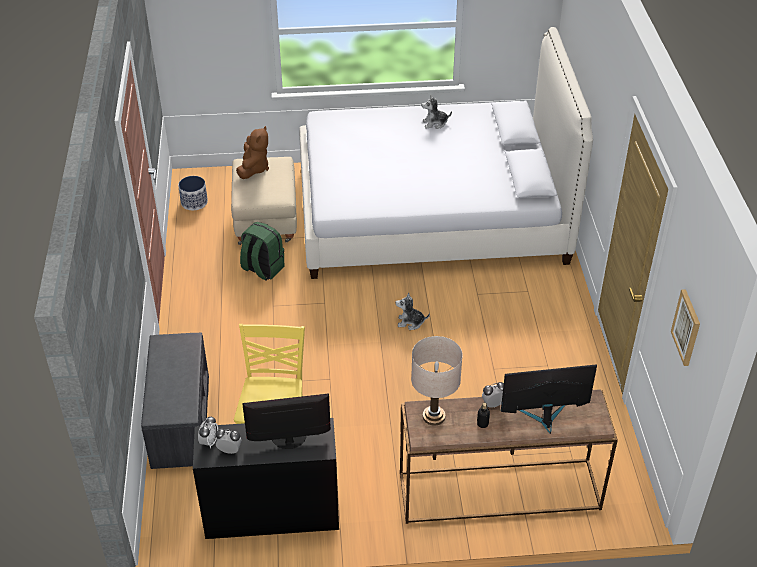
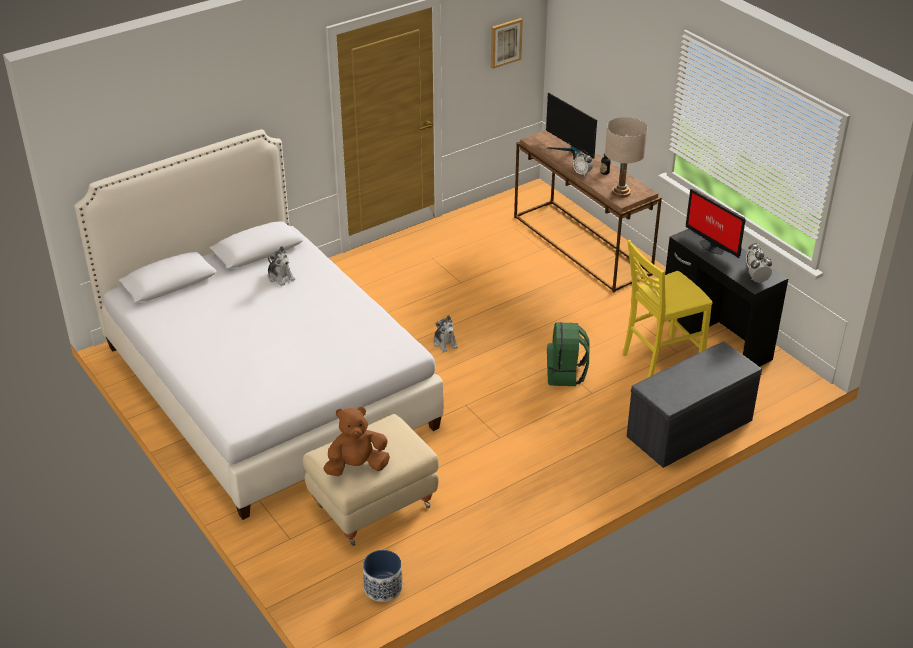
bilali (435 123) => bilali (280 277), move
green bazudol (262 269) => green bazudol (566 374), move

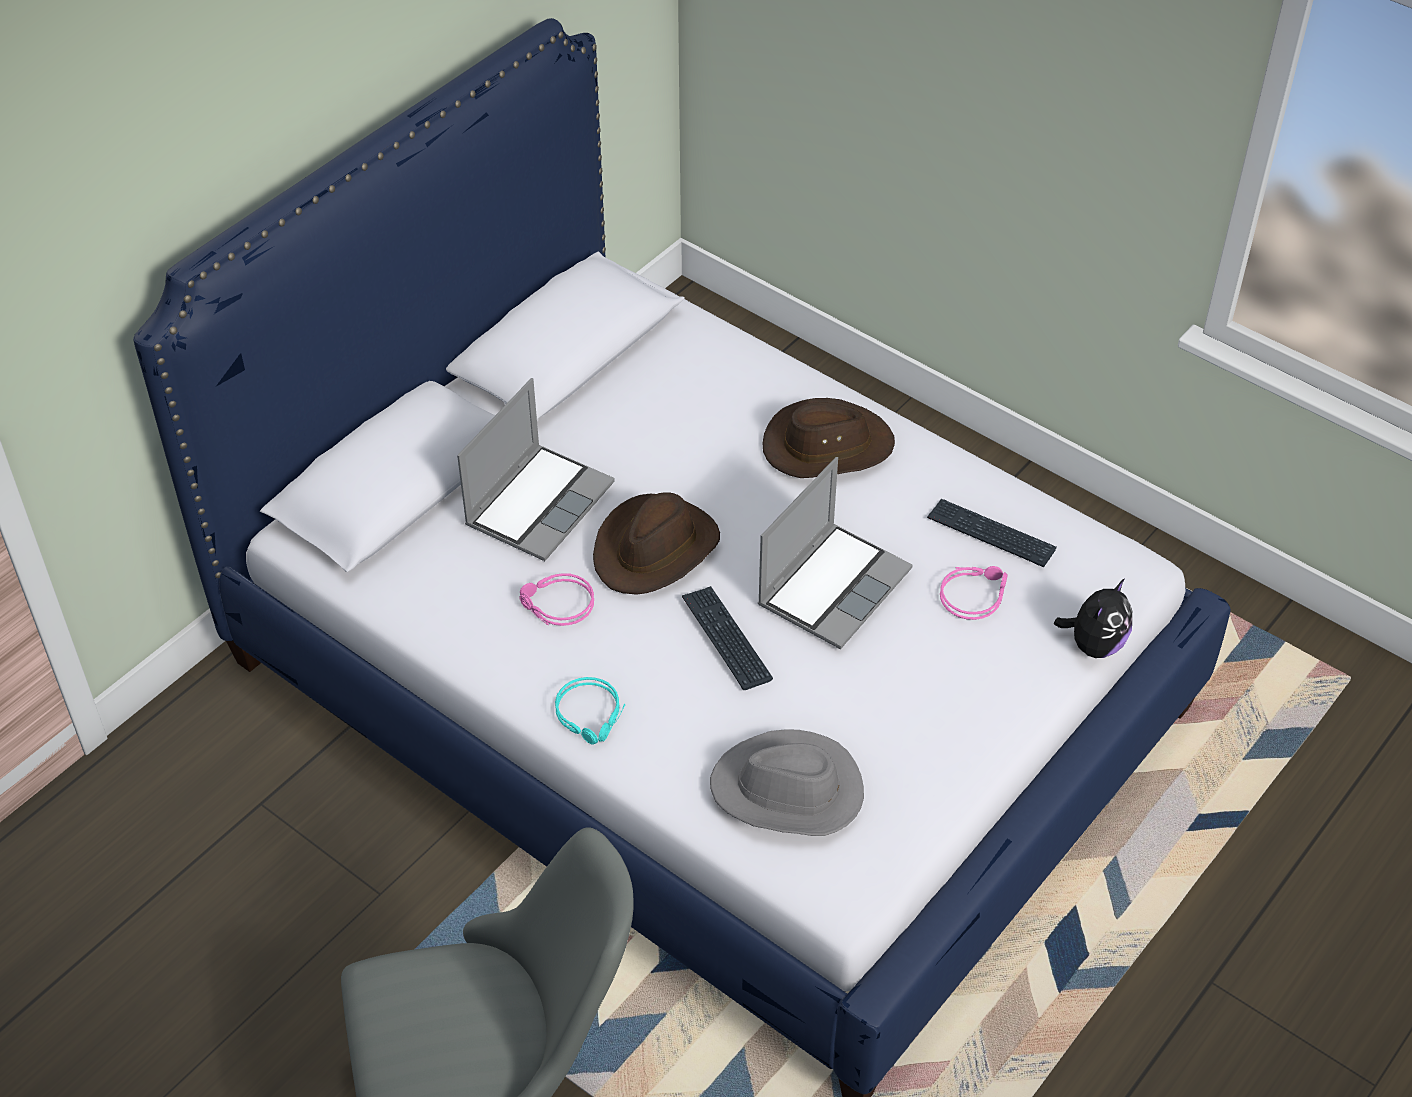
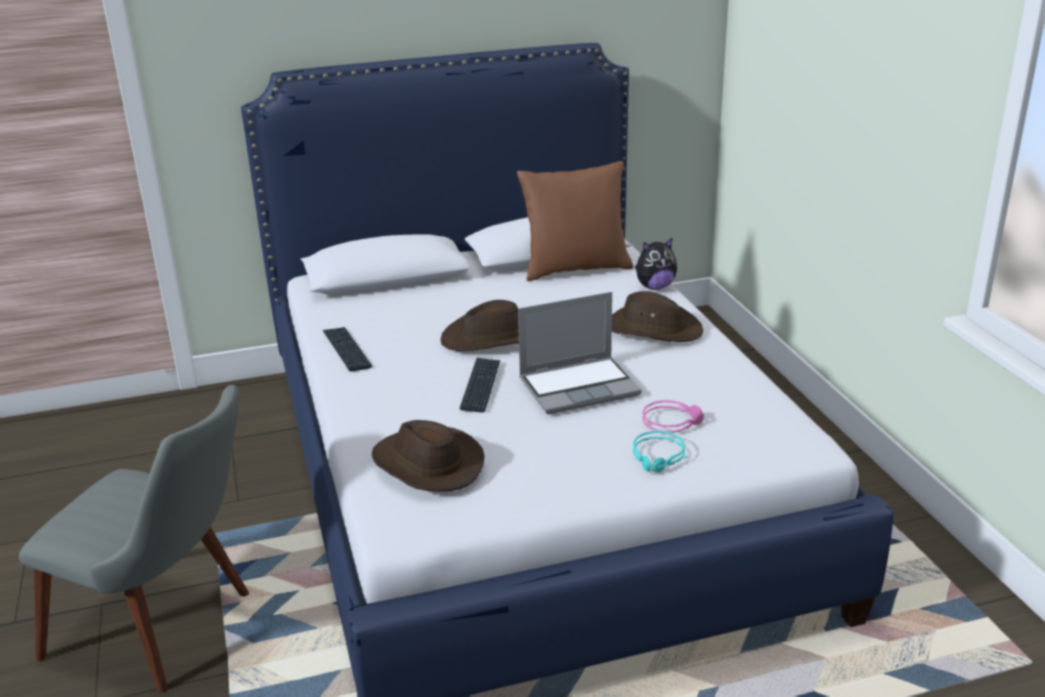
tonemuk (539 503) => nothing
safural (991 534) => safural (346 350), move
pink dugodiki (556 606) => nothing
bilali (1094 644) => bilali (654 287), move
turquoise dugodiki (591 715) => turquoise dugodiki (659 457), move
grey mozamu (788 791) => brown mozamu (426 464)
nothing => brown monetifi (576 269)

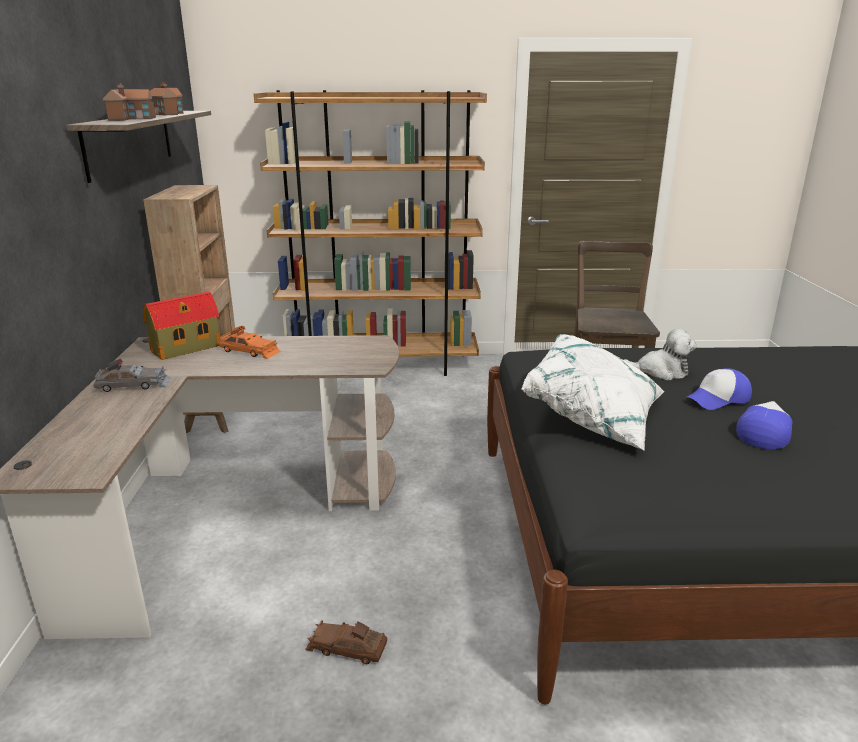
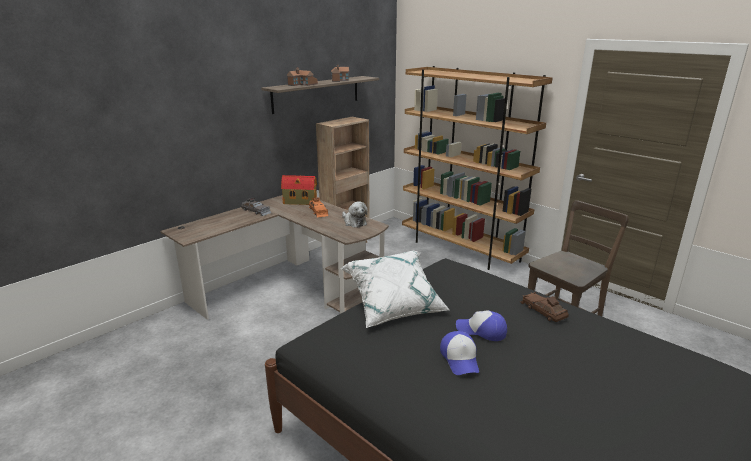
bilali (660 371) => bilali (354 222), move
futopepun (764 432) => futopepun (460 359), 90 degrees clockwise
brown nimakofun (346 648) => brown nimakofun (542 311), move

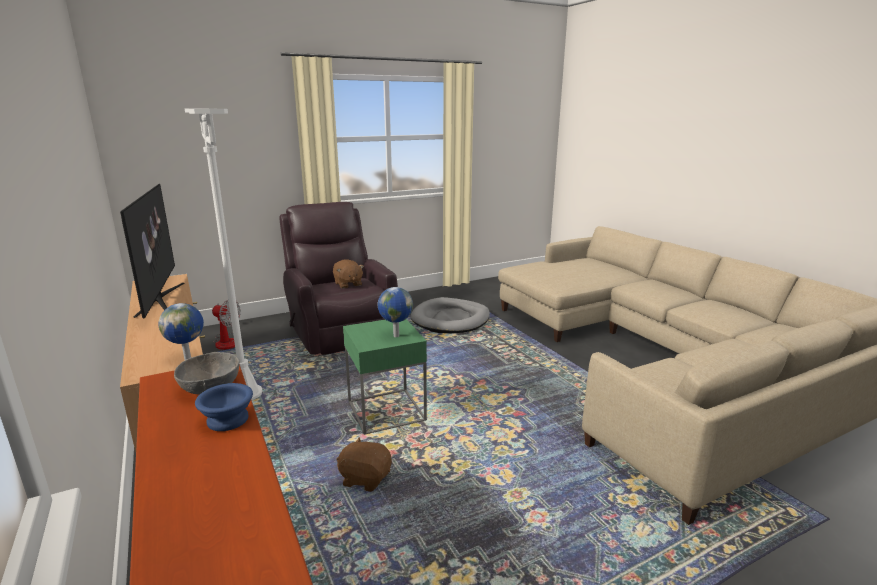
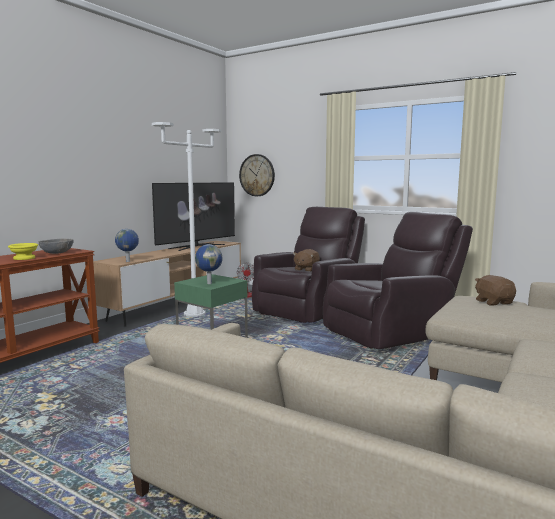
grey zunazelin (450 319) => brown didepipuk (391 332)
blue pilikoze (229 419) => yellow pilikoze (25 258)
brown bilali (365 478) => brown bilali (494 302), move
nothing => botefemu (257 175)

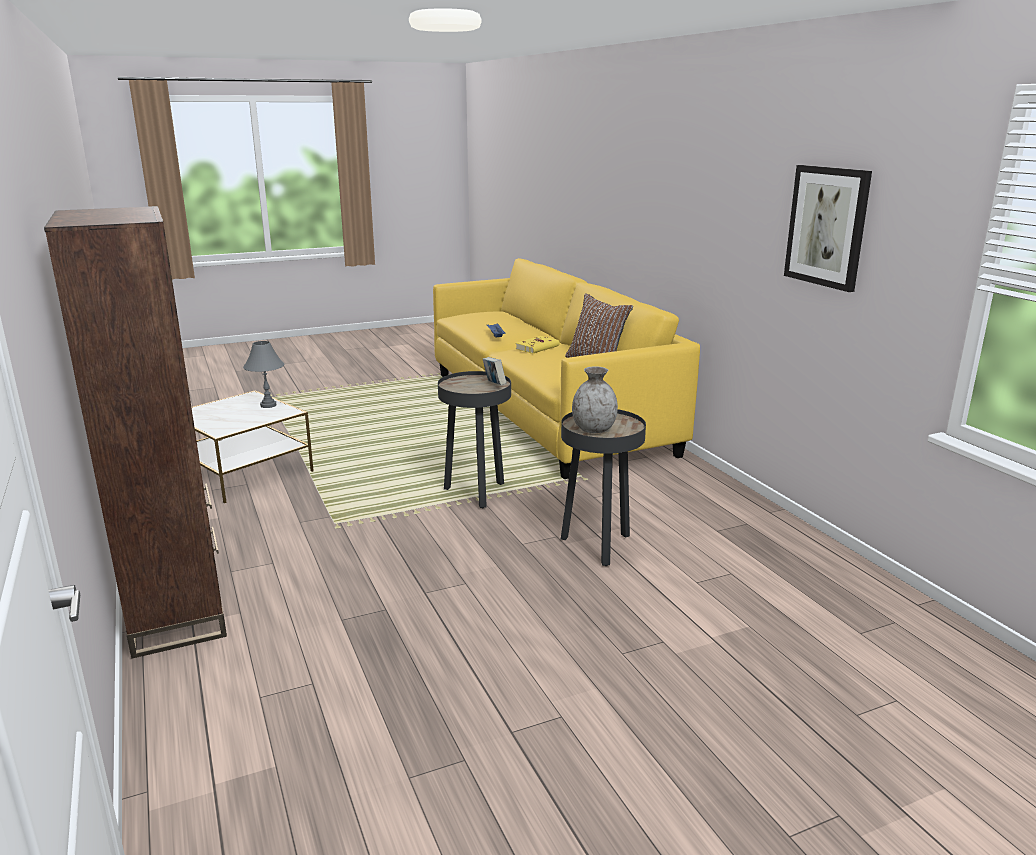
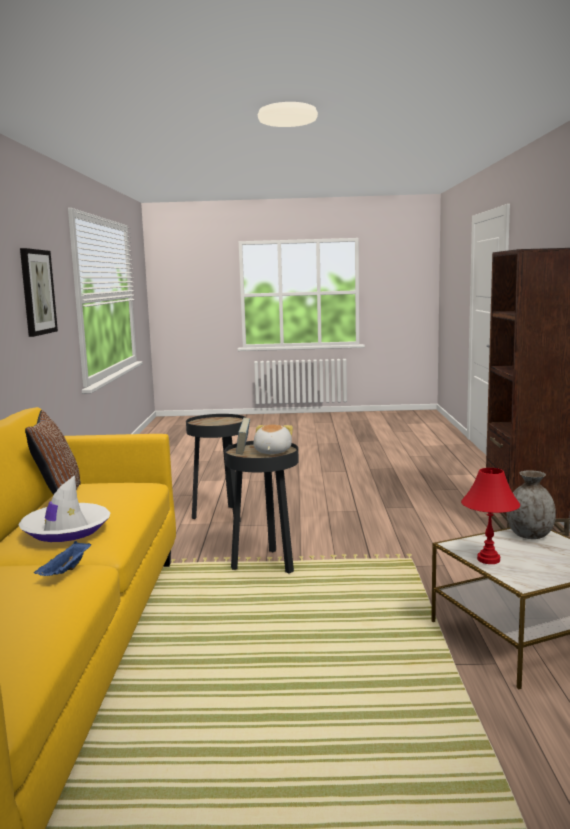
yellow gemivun (538 347) => white mozamu (66 530)
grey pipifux (268 405) => red pipifux (488 560)
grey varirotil (594 429) => grey varirotil (529 535), move
nothing => bilali (271 452)

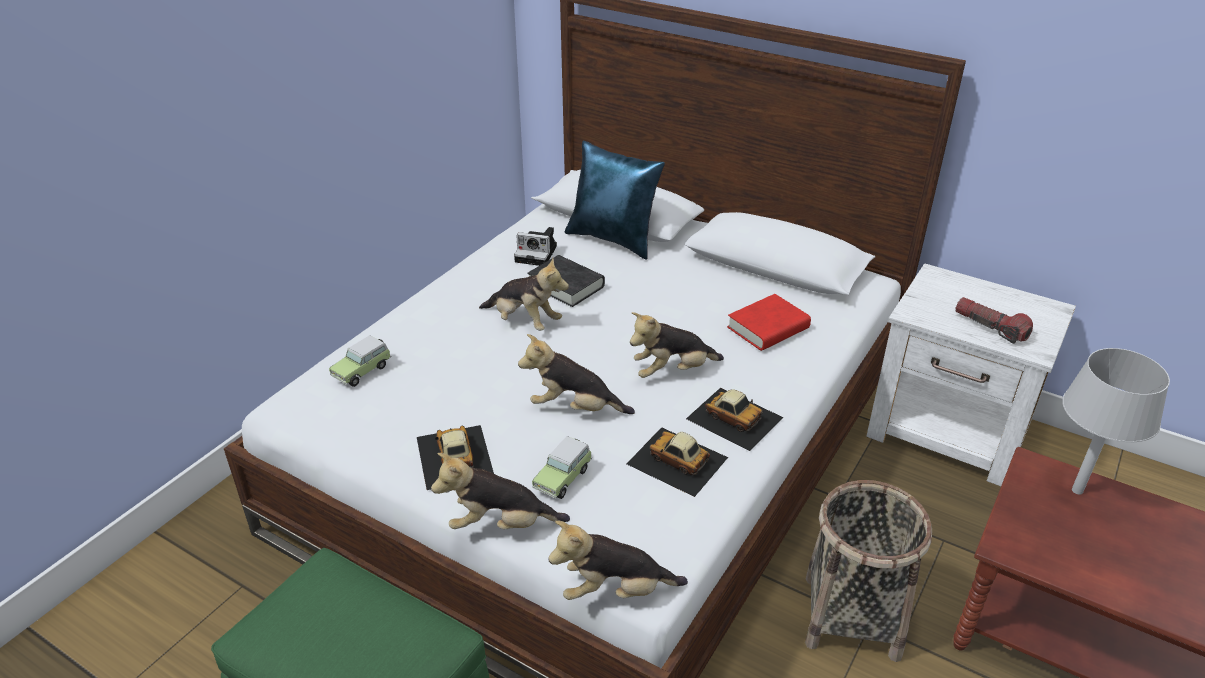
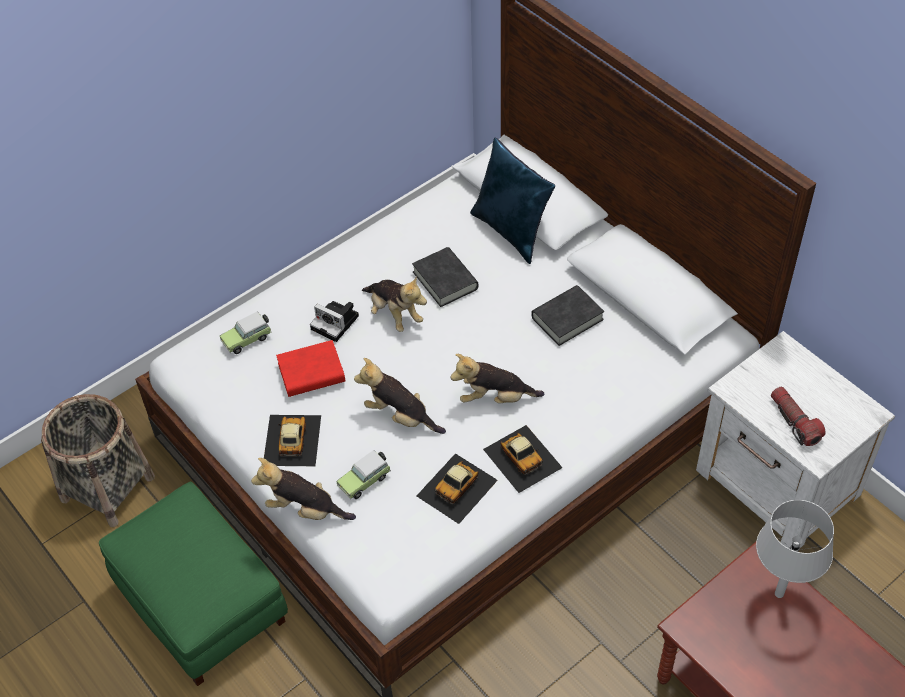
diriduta (538 254) => diriduta (336 323), move
red gemivun (768 328) => red gemivun (311 373), move
nimakofun (677 461) => nimakofun (457 488), 105 degrees counterclockwise
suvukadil (852 617) => suvukadil (108 488), move
bilali (615 591) => nothing
nothing => black gemivun (567 319)

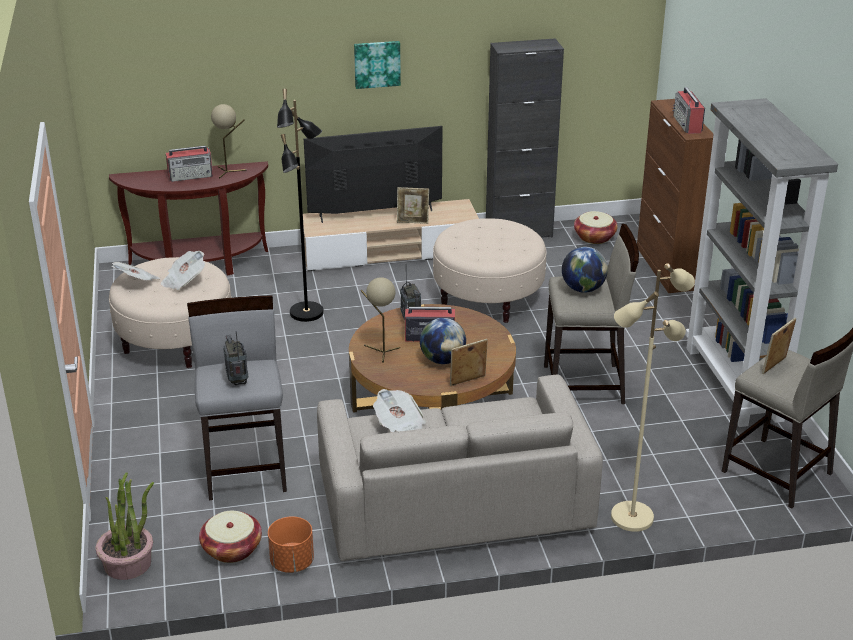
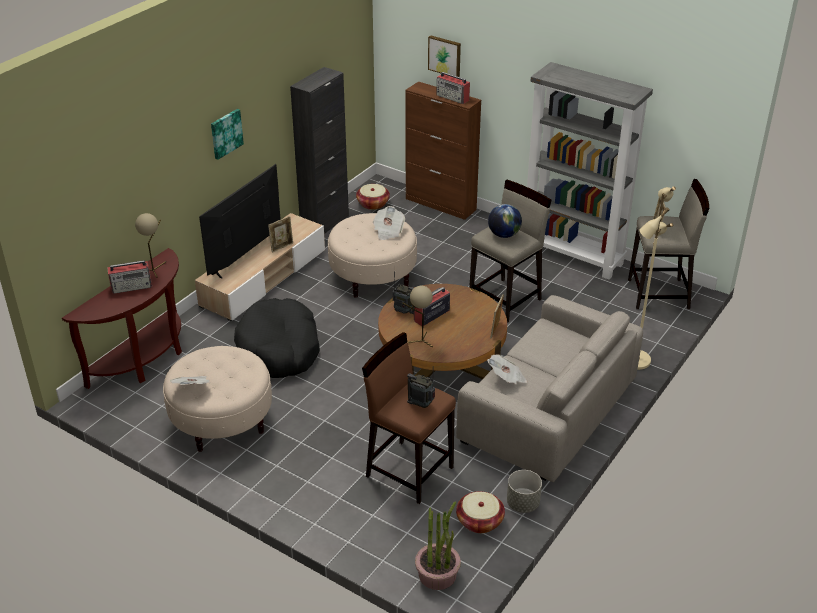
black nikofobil (307 313) => black zunazelin (279 349)
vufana (191 176) => vufana (132 286), 45 degrees clockwise
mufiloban (184 281) => mufiloban (388 231), move
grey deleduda (246 469) => brown deleduda (409 470)
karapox (442 360) => nothing
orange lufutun (292 563) => grey lufutun (523 504)
nothing => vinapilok (445 55)

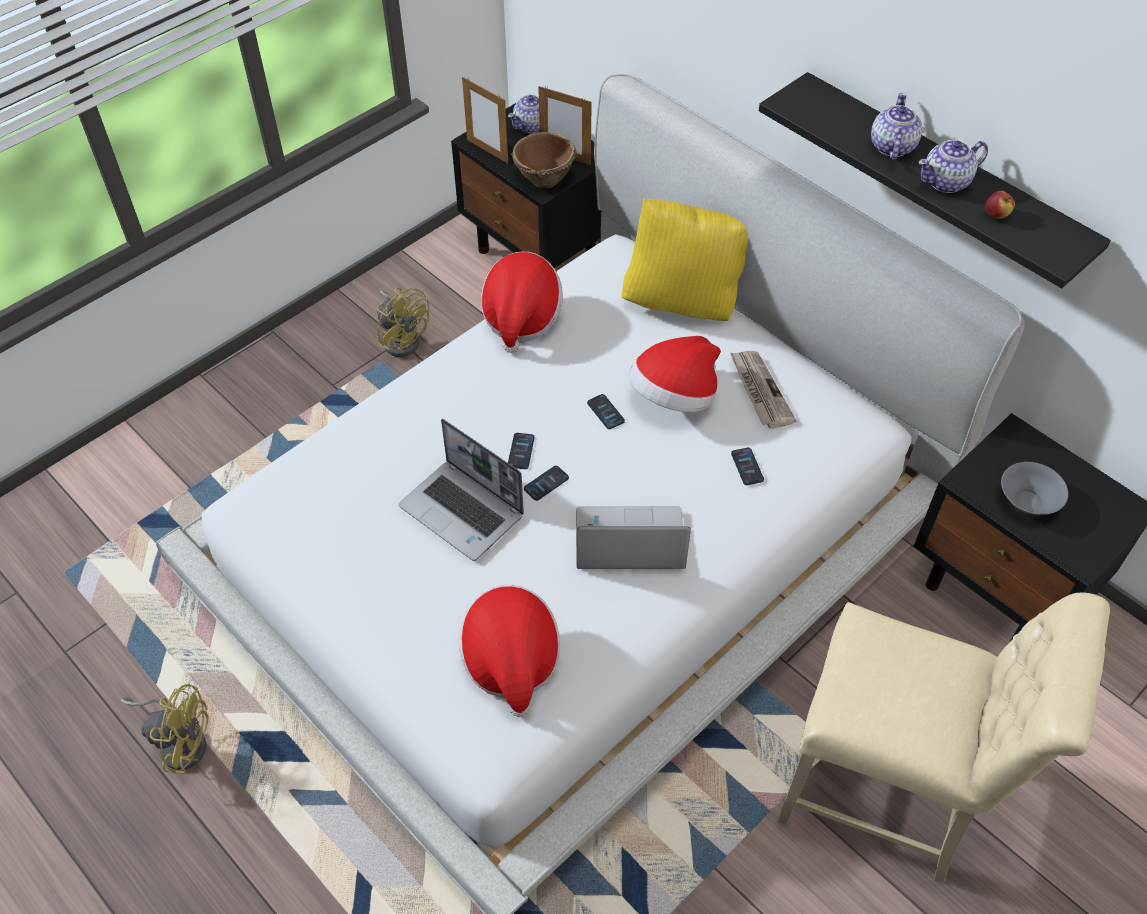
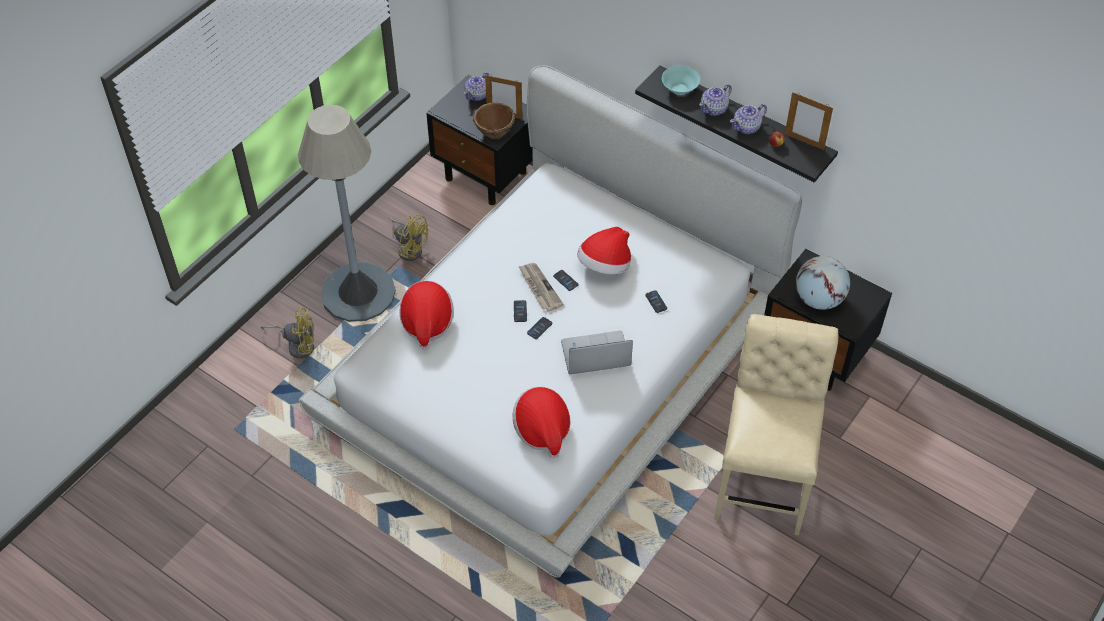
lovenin (487 151) => lovenin (804 141), move
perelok (891 147) => perelok (714 109), 135 degrees counterclockwise
yellow monetifi (684 302) => nothing
mozamu (521 317) => mozamu (427 323), move
mufiloban (759 390) => mufiloban (539 288), move
tonemuk (463 511) => nothing
grey pilikoze (1027 501) => karapox (819 299)
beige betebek (888 794) => beige betebek (764 479), 90 degrees counterclockwise
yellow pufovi (180 741) => yellow pufovi (298 345), move
nothing => turquoise pilikoze (679 89)
nothing => grey nikofobil (358 293)

